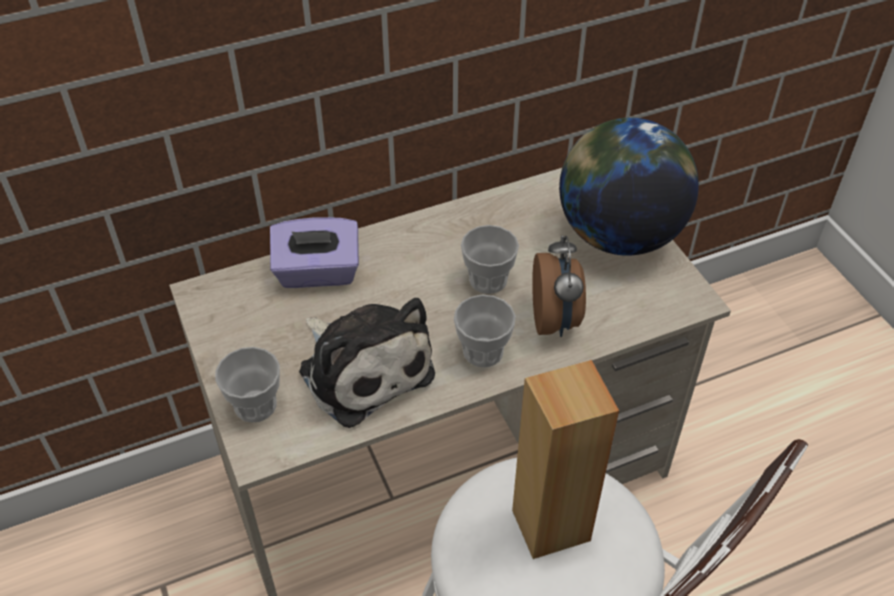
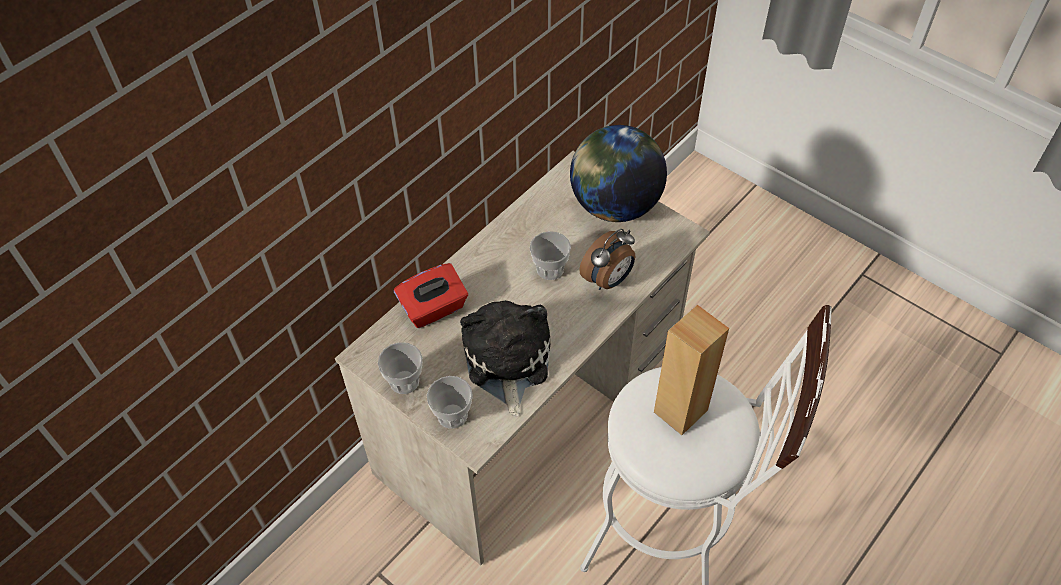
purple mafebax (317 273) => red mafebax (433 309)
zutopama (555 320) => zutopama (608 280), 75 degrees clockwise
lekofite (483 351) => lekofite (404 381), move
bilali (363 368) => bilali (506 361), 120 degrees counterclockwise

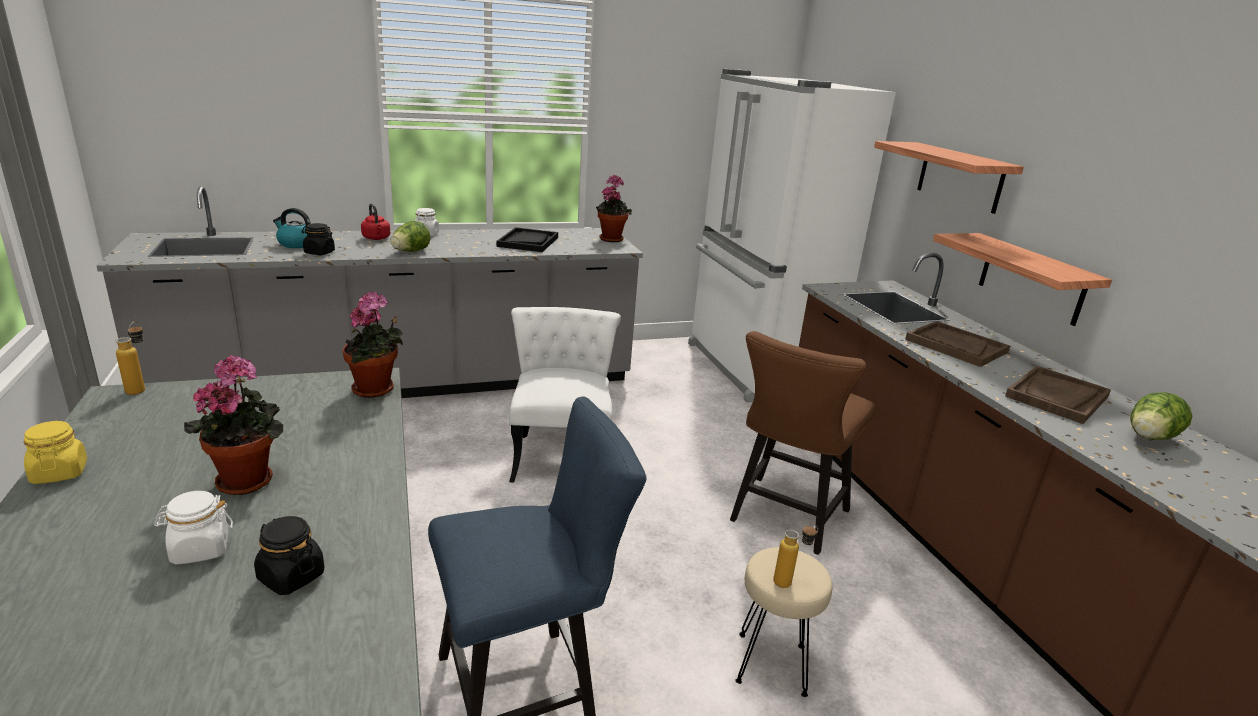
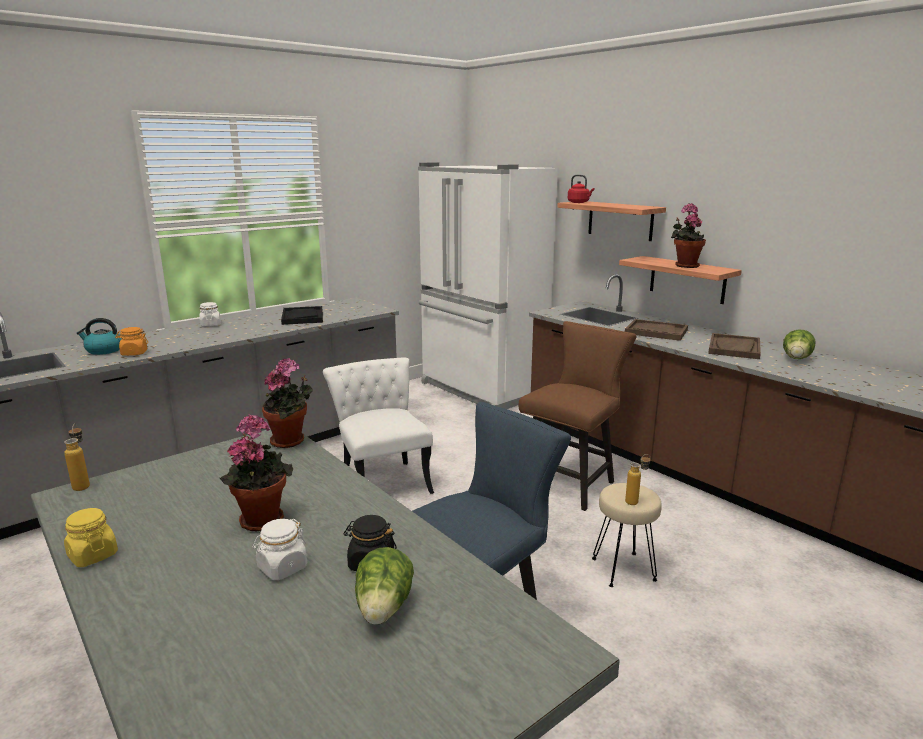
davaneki (611 238) => davaneki (685 265), move
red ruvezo (376 238) => red ruvezo (579 202), move
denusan (410 252) => denusan (384 609), move
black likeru (319 252) => orange likeru (134 353)
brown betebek (785 519) => brown betebek (571 482), 150 degrees counterclockwise

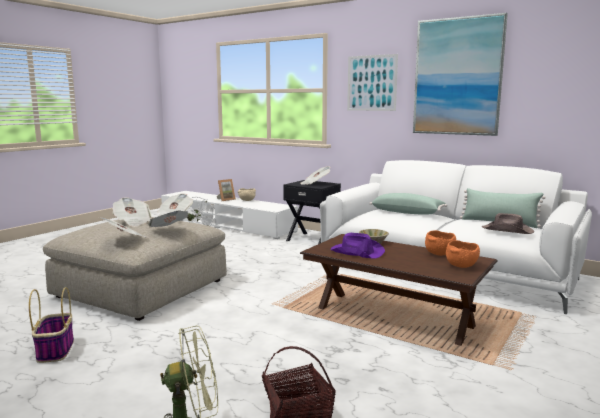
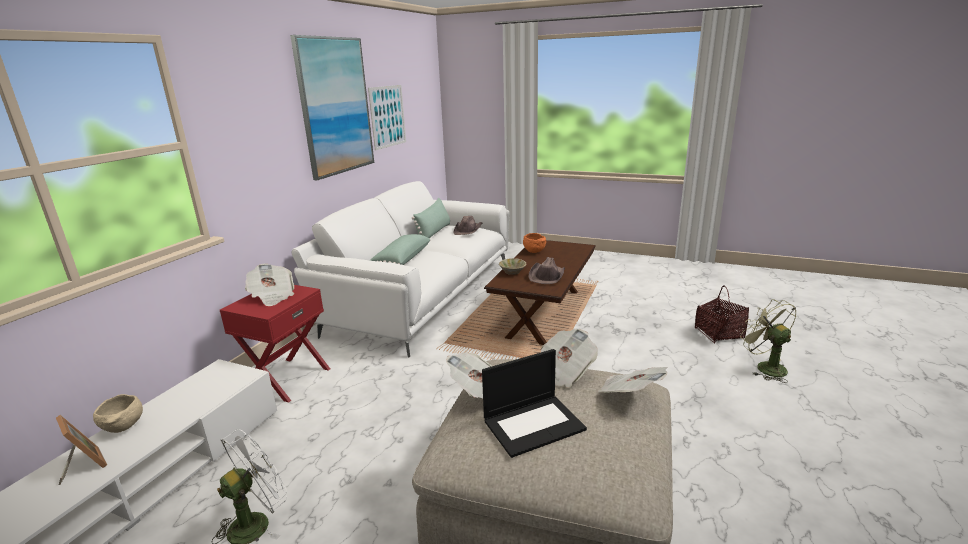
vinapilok (371 83) => vinapilok (388 116), move
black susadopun (312 239) => red susadopun (287 378)
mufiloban (133 222) => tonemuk (534 424)
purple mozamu (356 252) => brown mozamu (547 276)
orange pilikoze (461 266) => nothing
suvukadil (55 350) => nothing

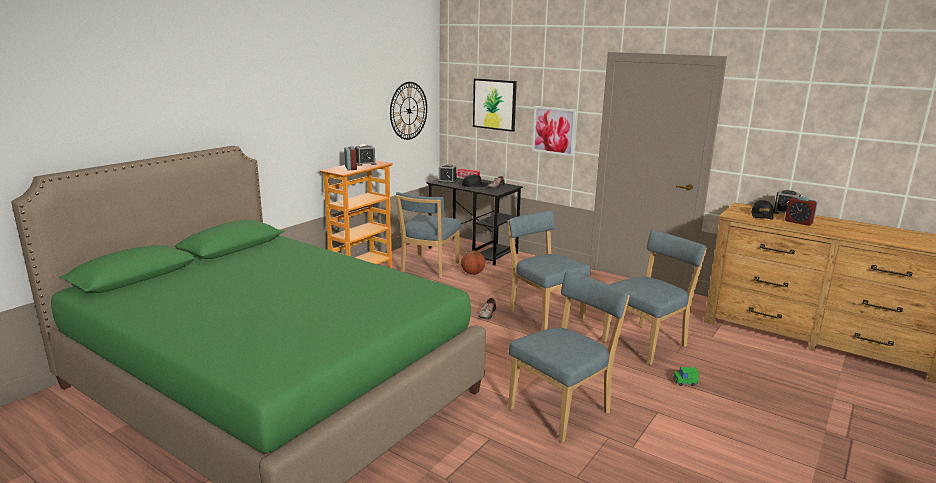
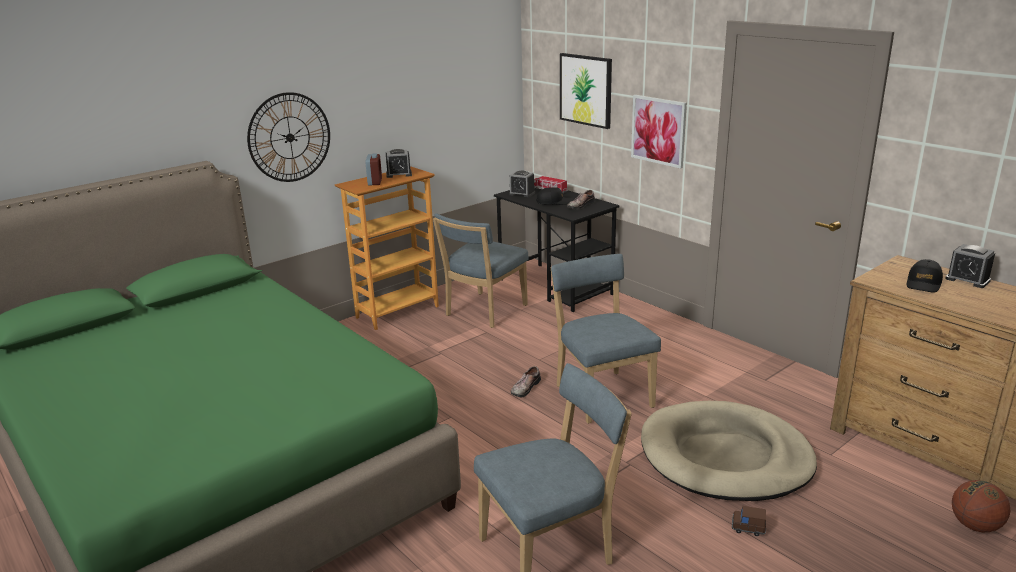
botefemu (409 111) => botefemu (290 137), move
zutopama (798 222) => nothing
blue betebek (647 343) => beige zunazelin (725 457)
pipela (472 273) => pipela (975 526), move
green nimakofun (685 382) => brown nimakofun (748 528)

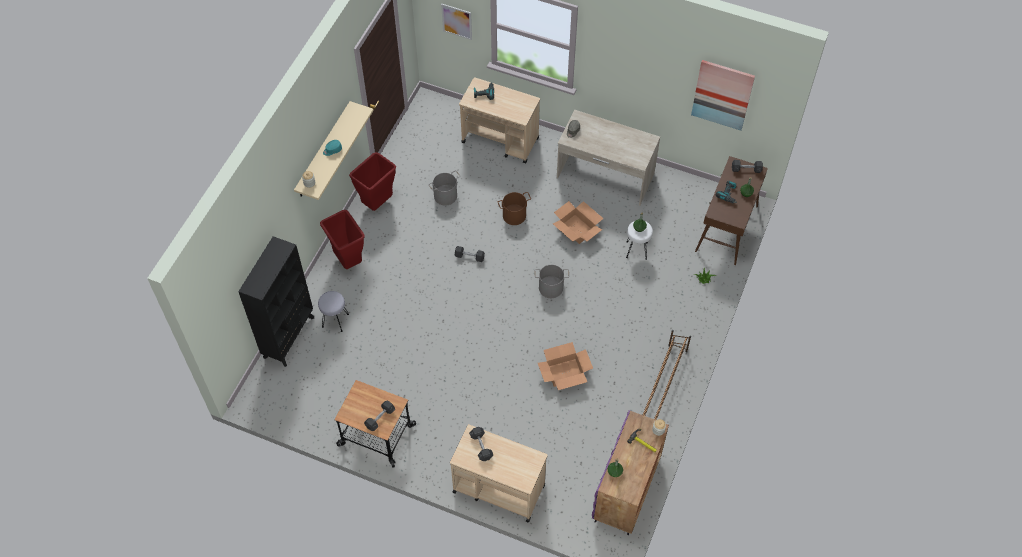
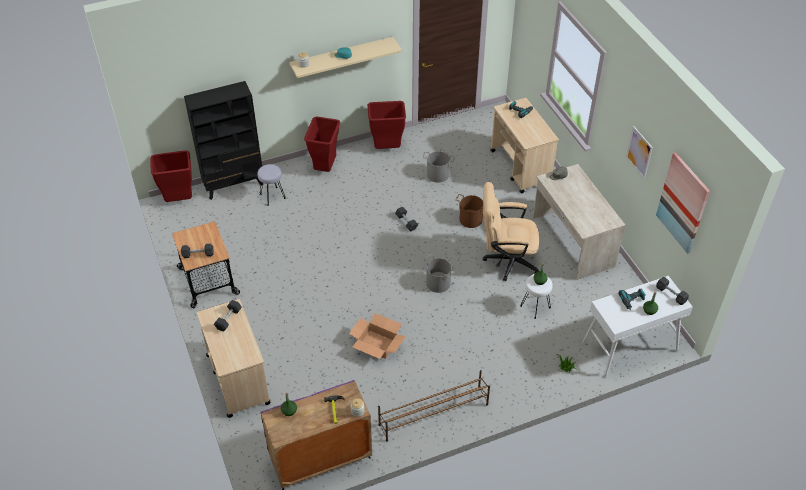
vinapilok (457 21) => vinapilok (639 152), move
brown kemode (726 229) => white kemode (629 347)
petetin (577 229) => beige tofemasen (506 260)
nothing => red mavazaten (179 200)

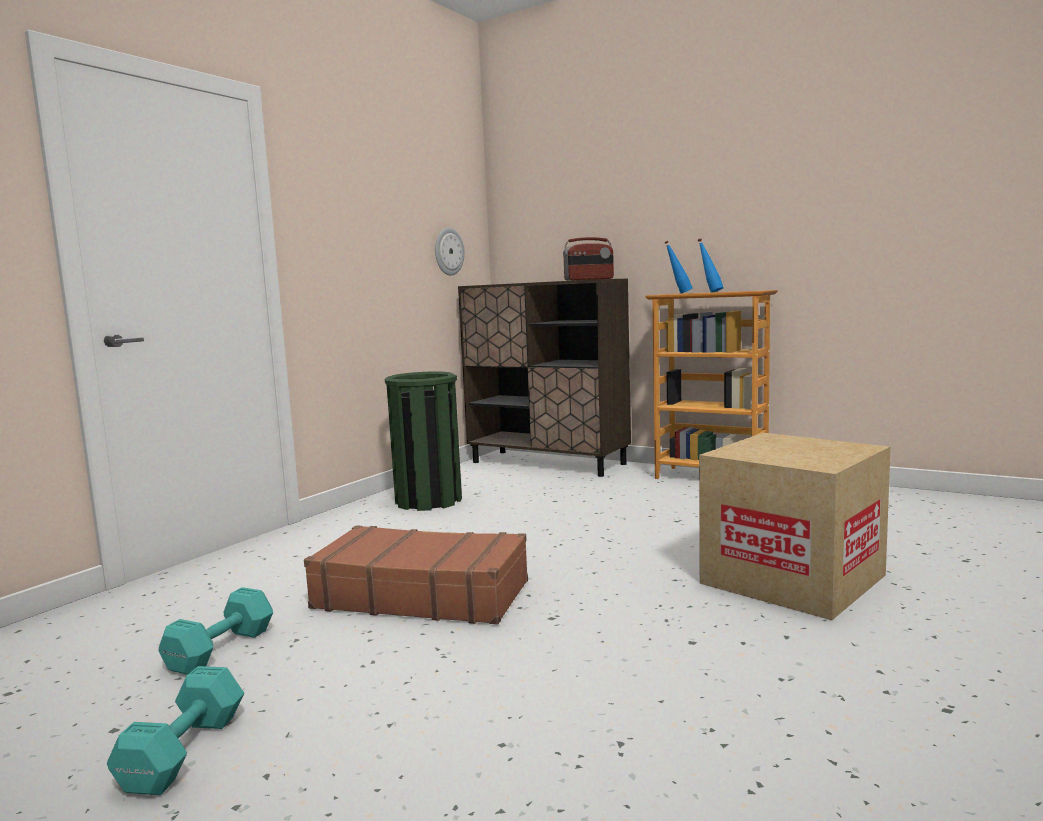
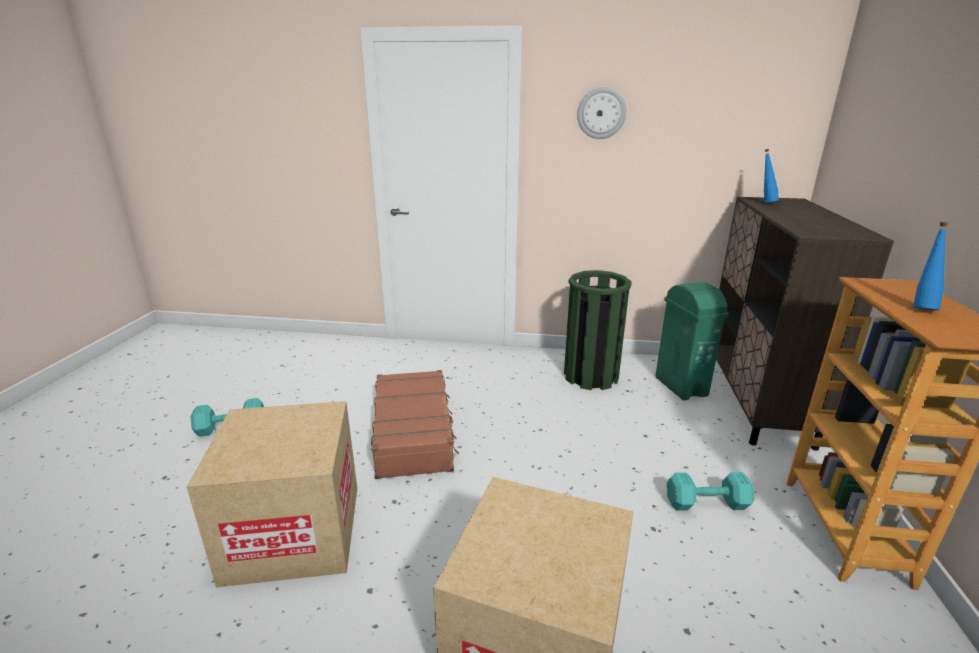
botefemu (448 251) => botefemu (601 113), move
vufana (589 279) => nothing
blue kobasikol (678 293) => blue kobasikol (765 203), move
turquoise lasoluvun (223 649) => turquoise lasoluvun (708 504), move
nothing => green mavazaten (680 386)
nothing => petetin (294 532)

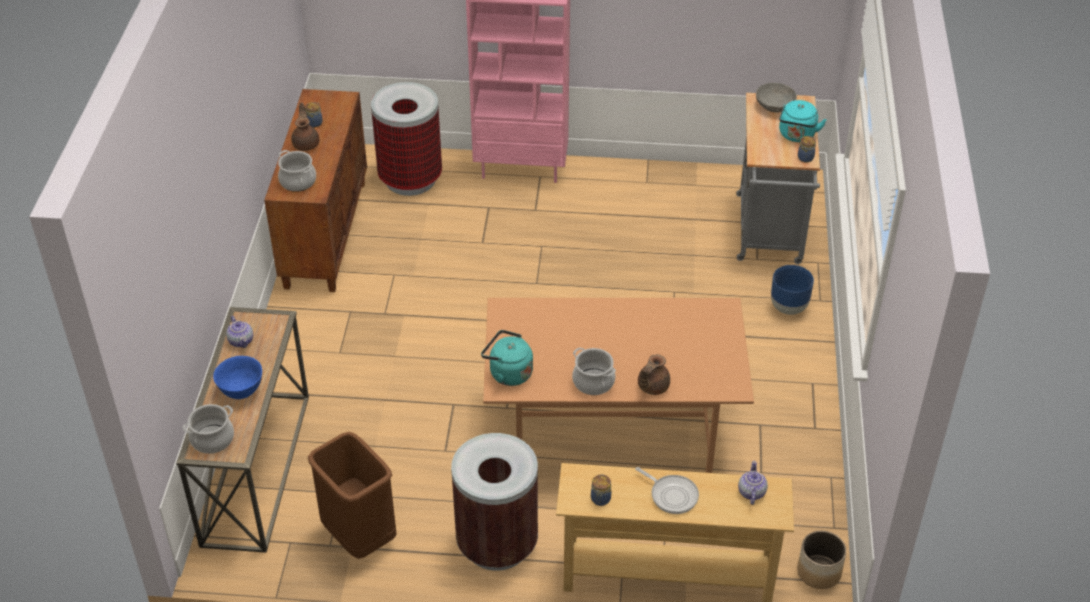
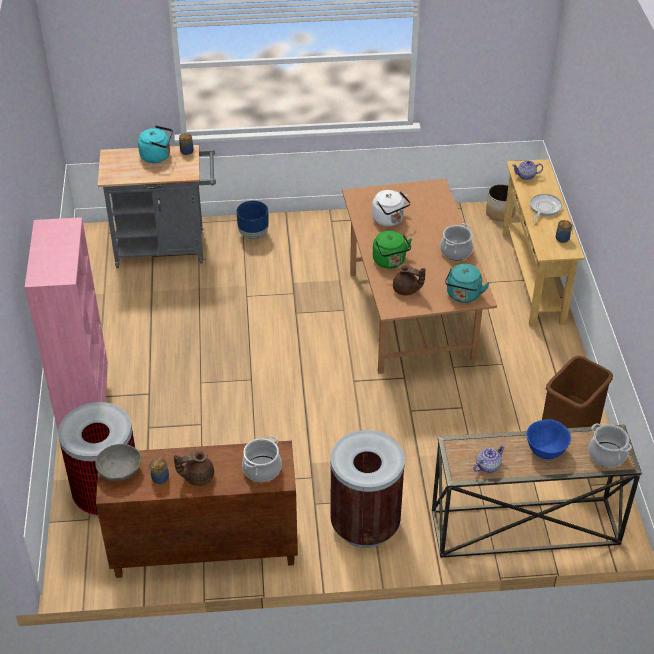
grey pilikoze (775 106) => grey pilikoze (119 470), move
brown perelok (652 387) => brown perelok (406 290), move
brown mavazaten (496 544) => brown mavazaten (365 525), move
nothing => white ruvezo (389 220)
nothing => green ruvezo (390 262)

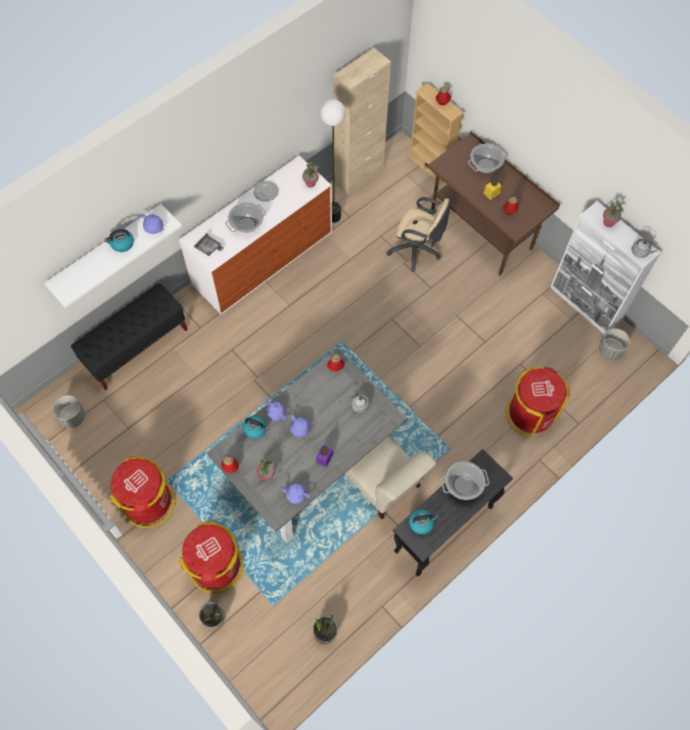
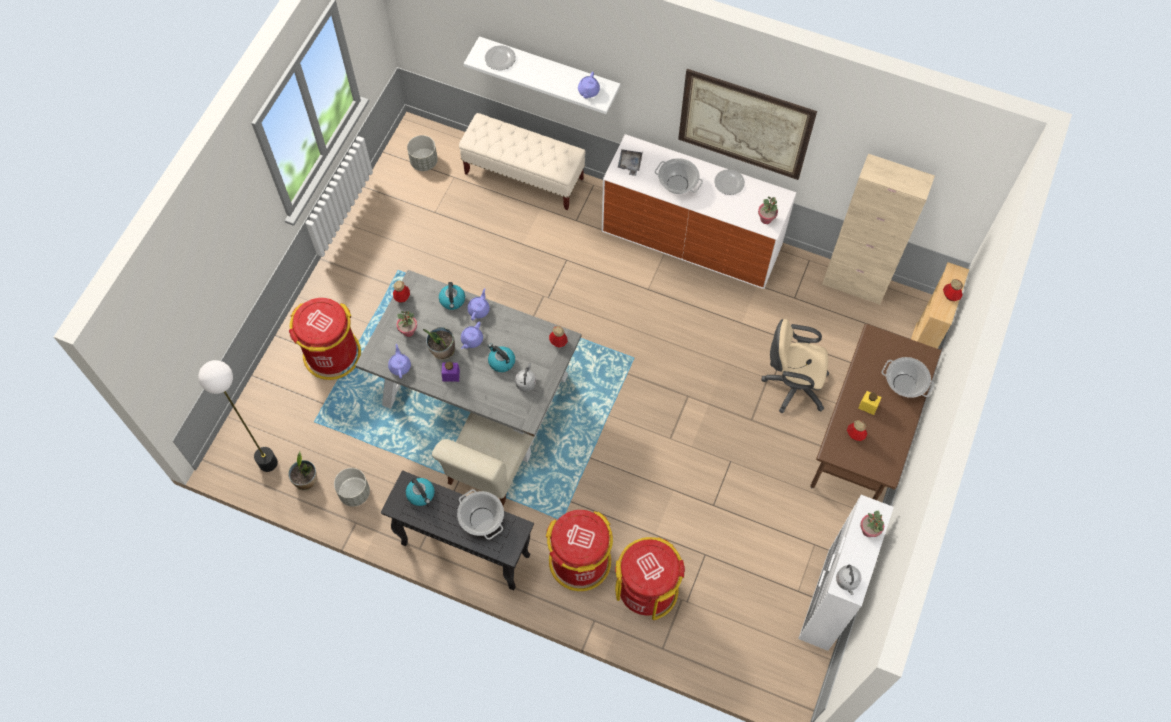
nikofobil (333 216) => nikofobil (267 462), move
beige tofemasen (417 250) => beige tofemasen (792 385), 105 degrees clockwise
ruvezo (122 244) => ruvezo (501 361), move
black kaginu (136 347) => beige kaginu (524 176)
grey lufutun (610 350) => grey lufutun (354 493), move
red mavazaten (149 502) => red mavazaten (580 561), move
davaneki (214 618) => davaneki (442 350), move
nothing => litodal (500 58)
nothing => vinapilok (744 124)

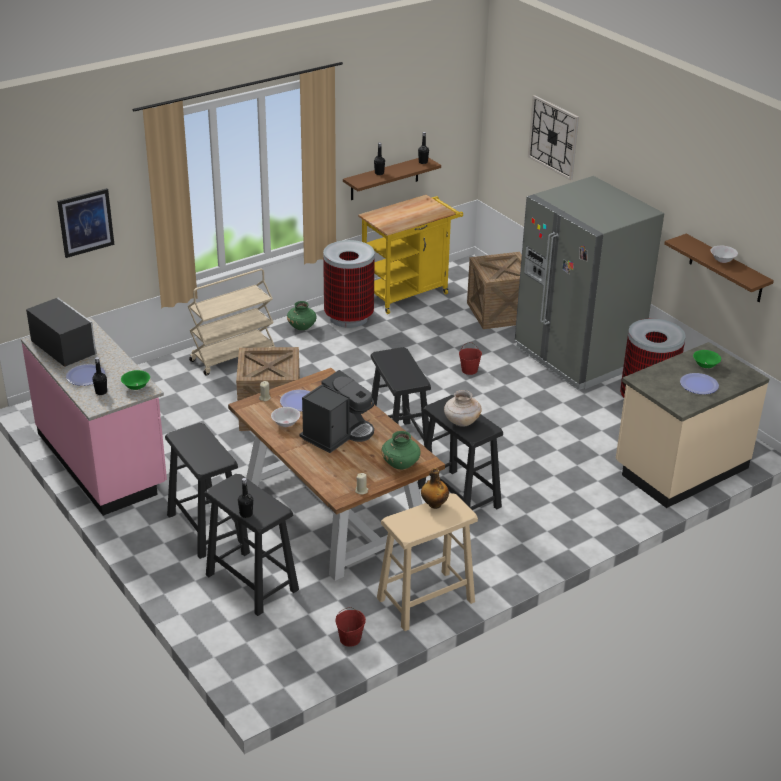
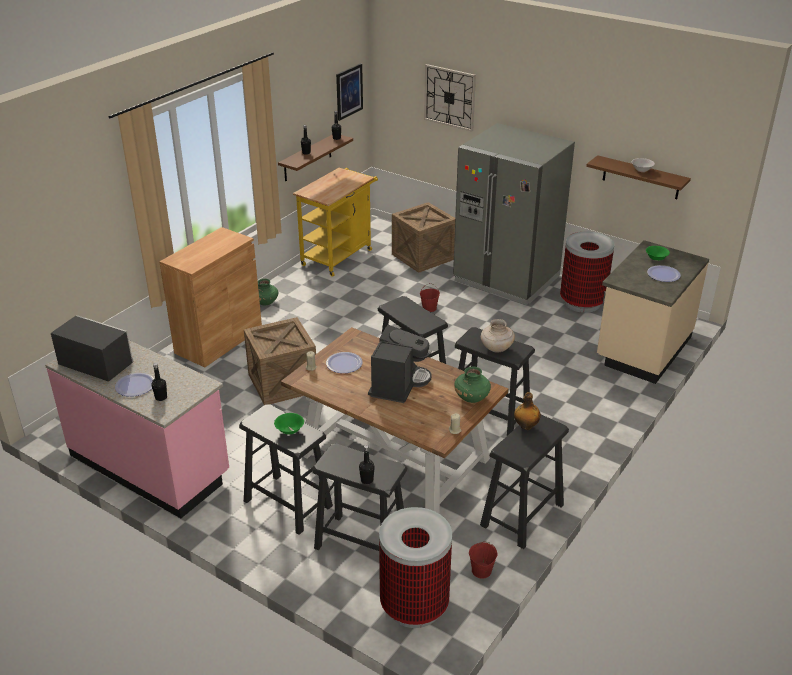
vinapilok (85 222) => vinapilok (349 91), move
mavazaten (349 317) => mavazaten (414 605), move
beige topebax (233 356) => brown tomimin (219 340)
green pilikoze (136 387) => green pilikoze (289 430), move
white pilikoze (285 424) => nothing
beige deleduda (425 600) => black deleduda (521 515)

